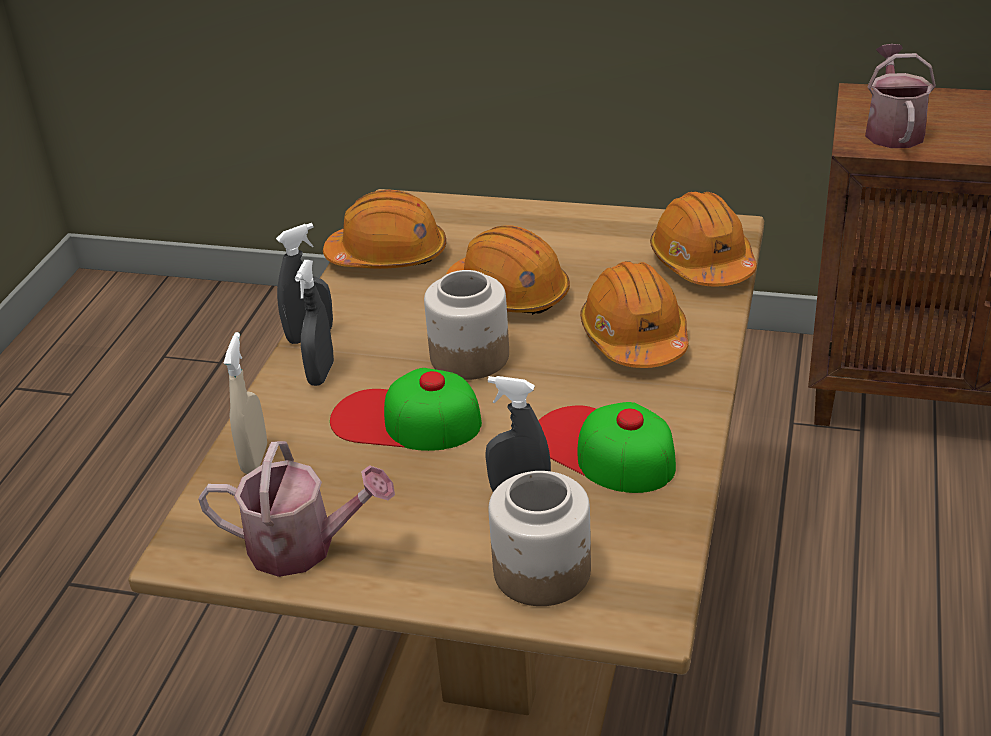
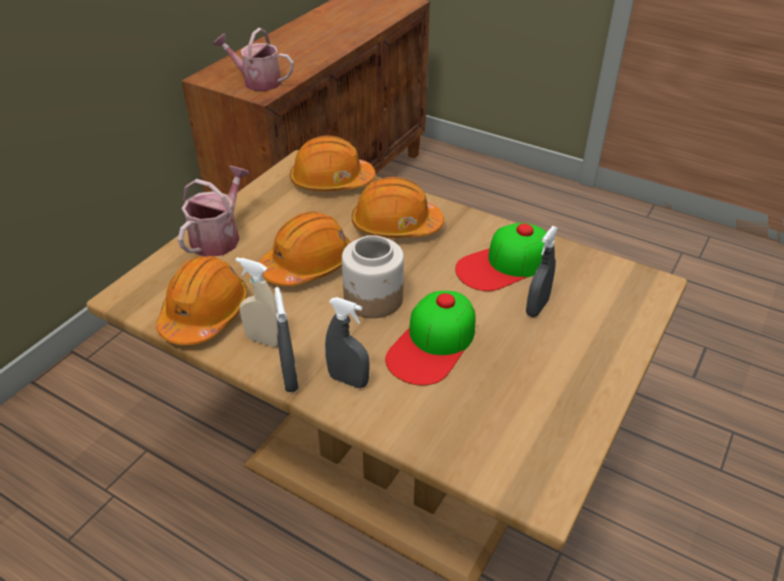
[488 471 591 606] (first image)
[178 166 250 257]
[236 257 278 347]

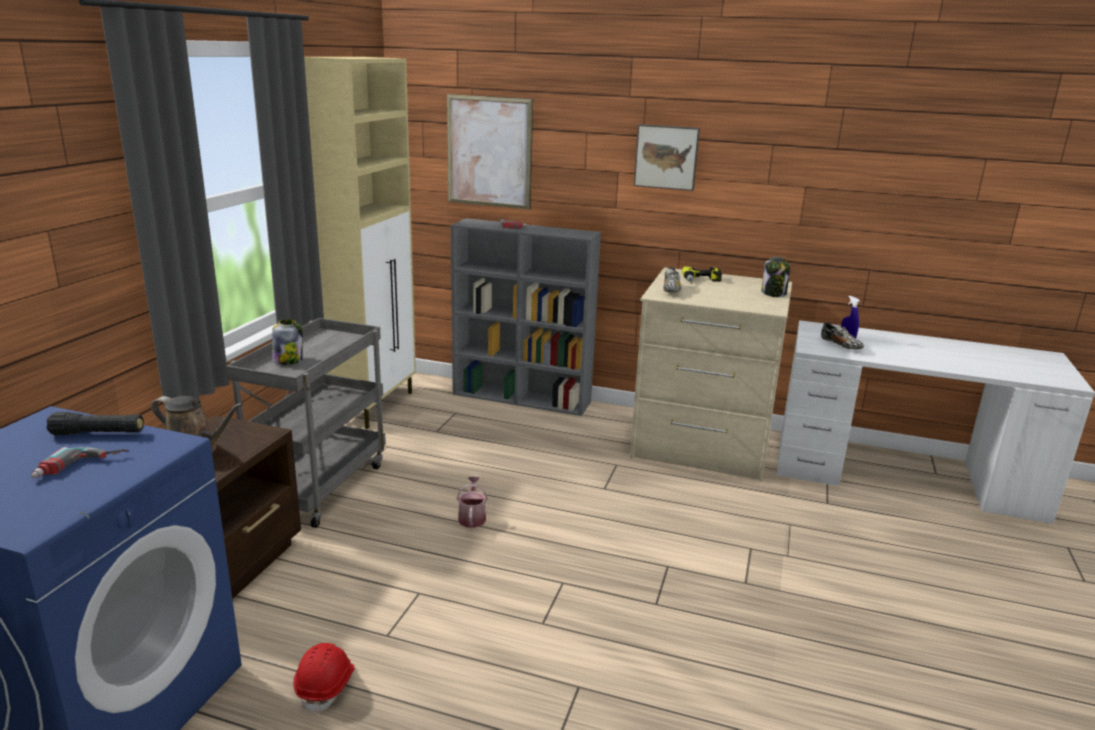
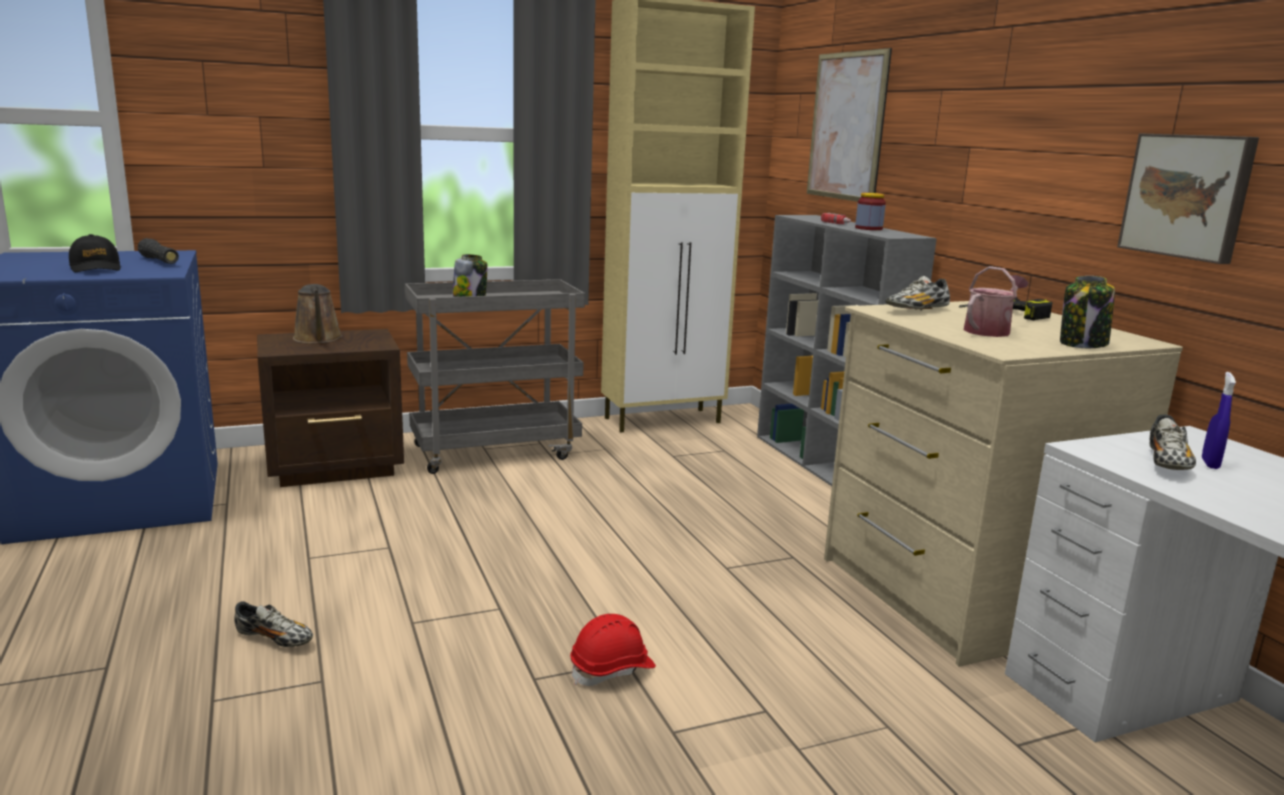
[234 601 313 647]
[855 193 886 230]
[570 614 656 686]
[964 266 1028 337]
[1117 133 1259 264]
[69 234 121 272]

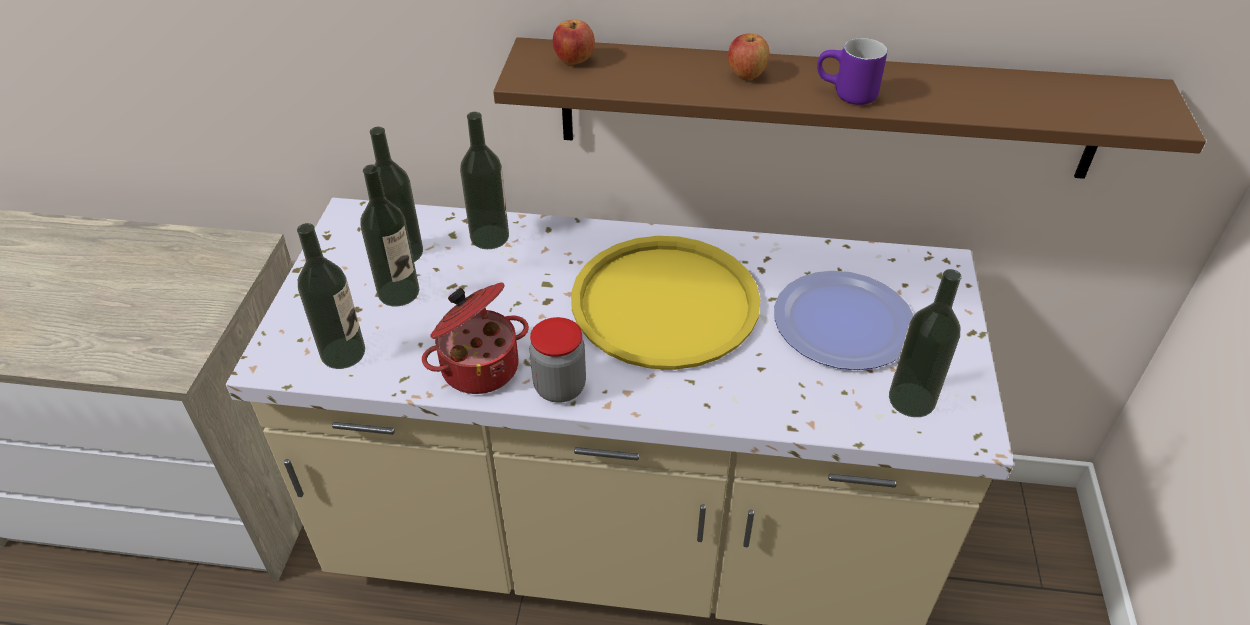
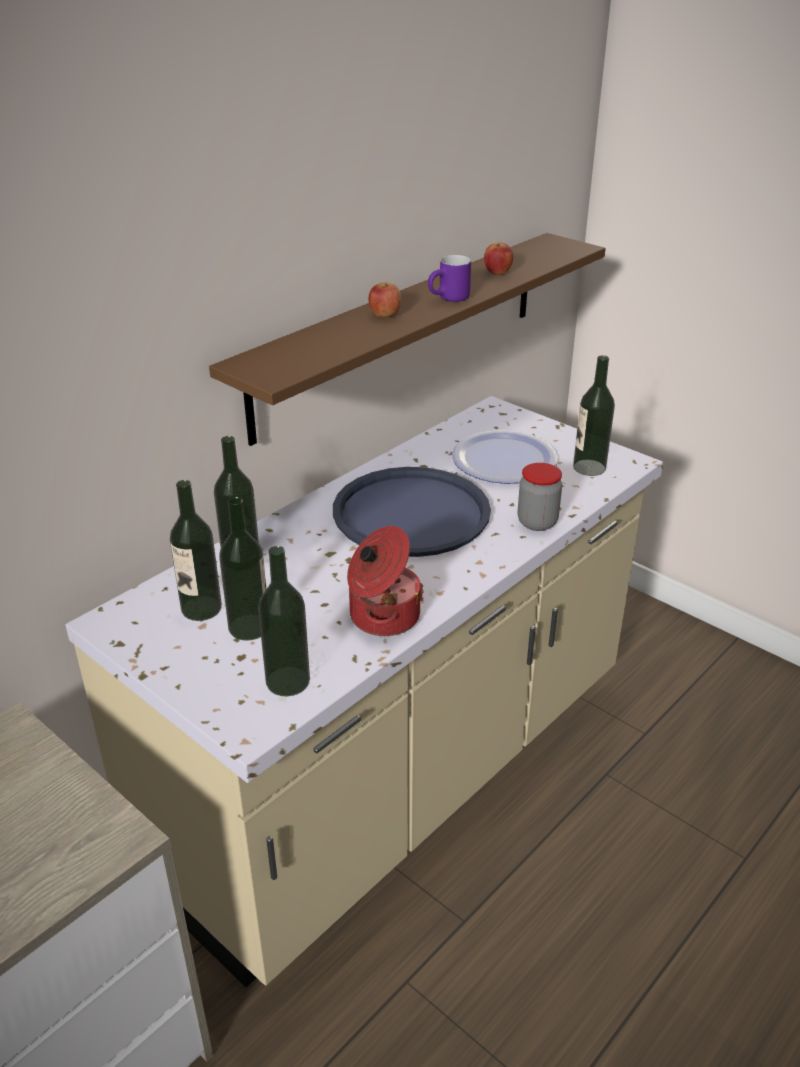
[518 463 562 531]
[484 243 513 275]
[333 467 491 557]

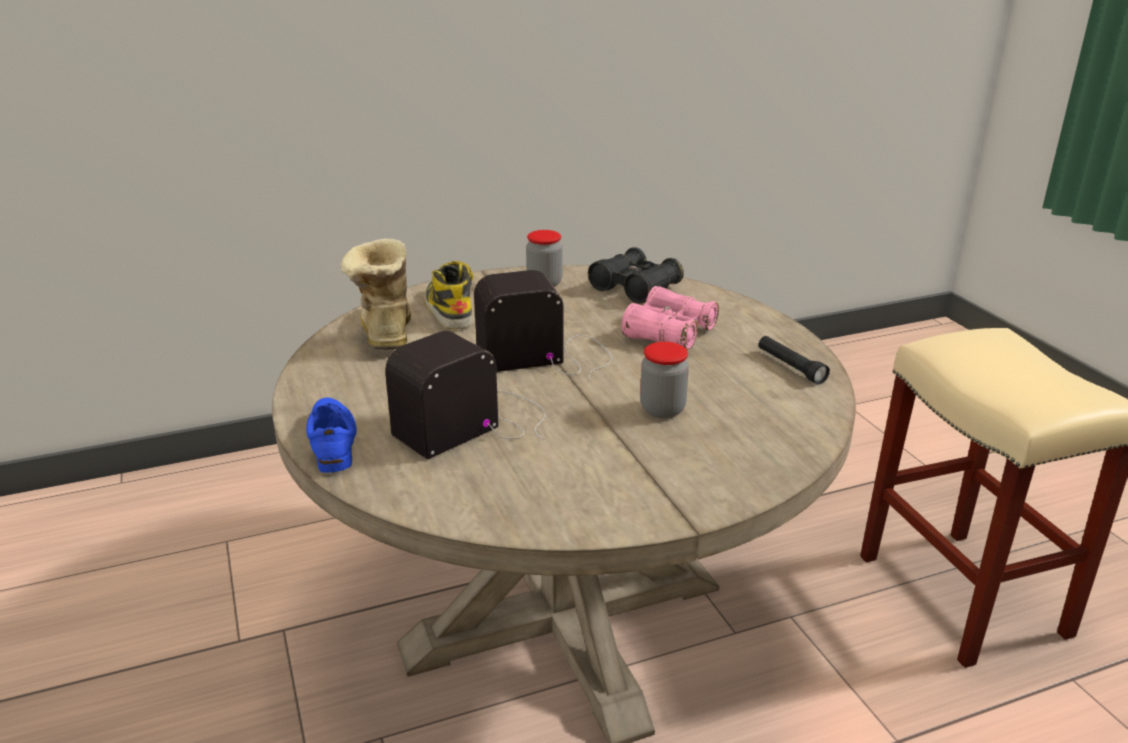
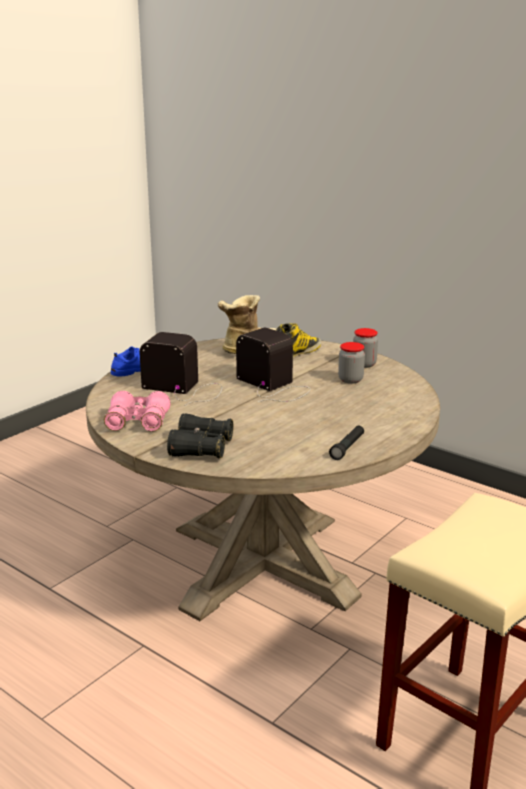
[167 413 233 459]
[104 391 171 431]
[338 342 365 384]

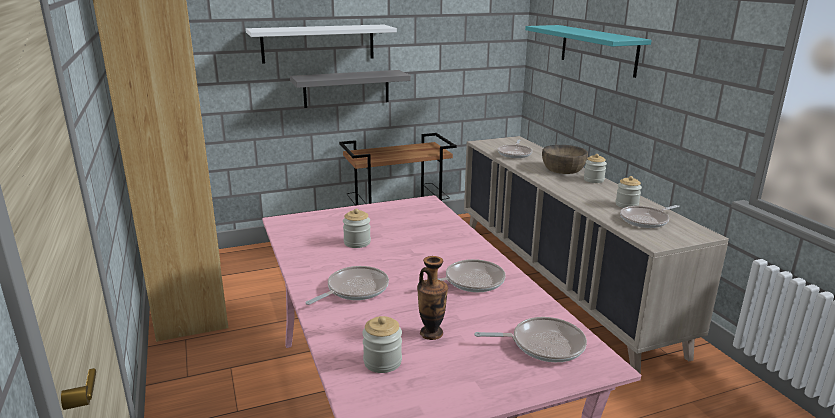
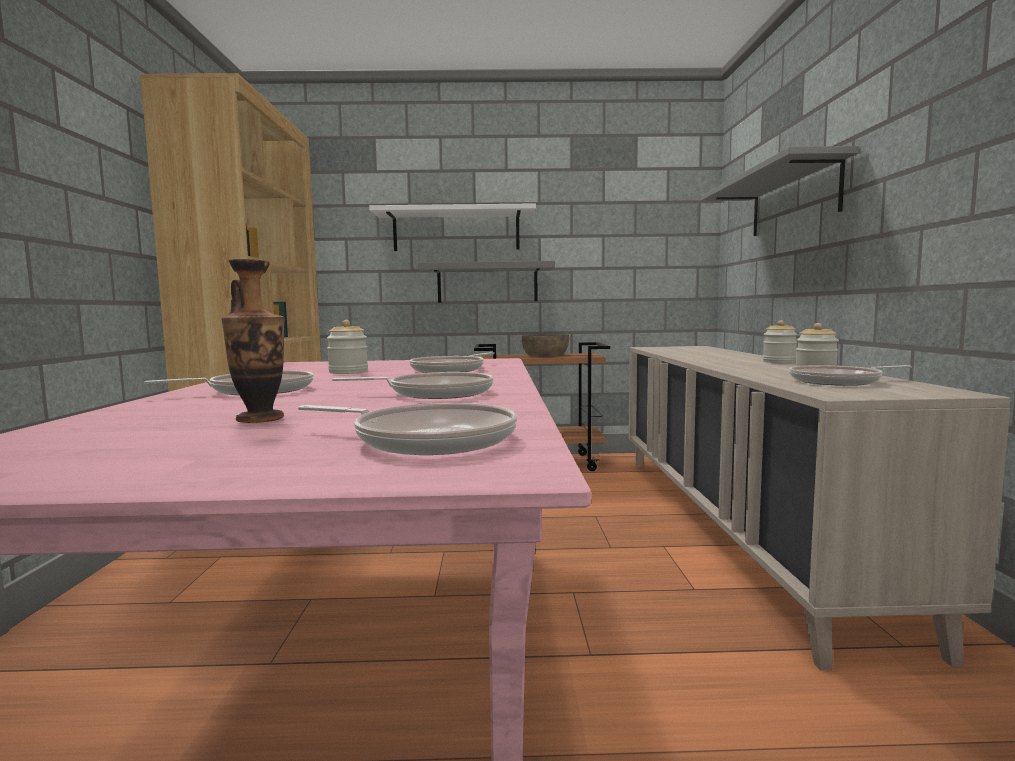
[362 316 402 373] (first image)
[409 352 494 373]
[522 334 569 357]
[701 146 859 236]

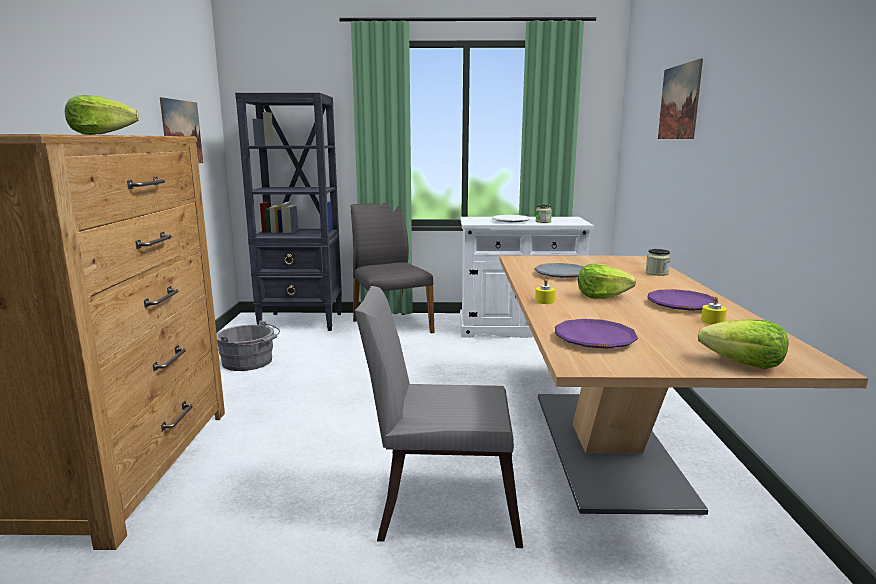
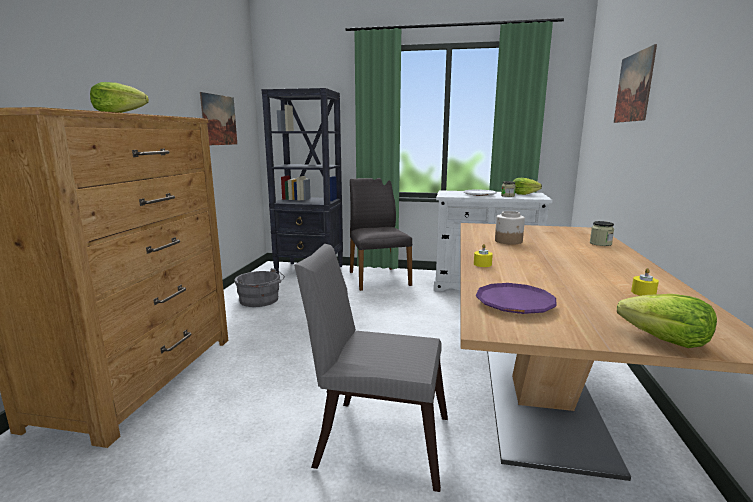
[647 289 719 311] (first image)
[513 178 542 195]
[495 211 525 245]

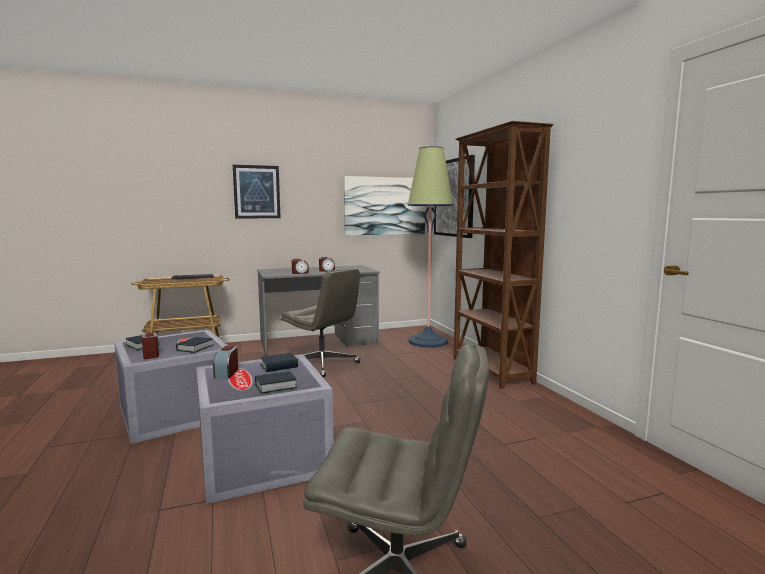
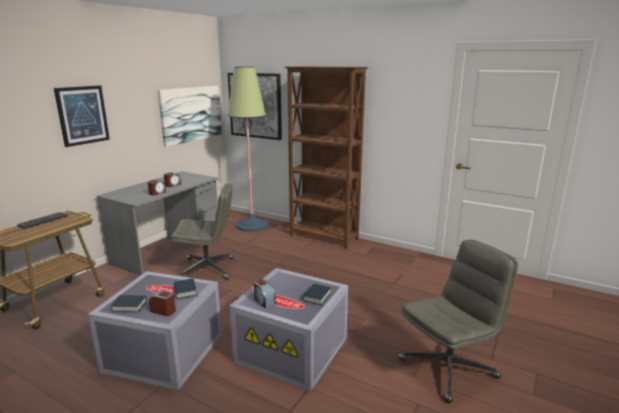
[260 353 298 372] (first image)

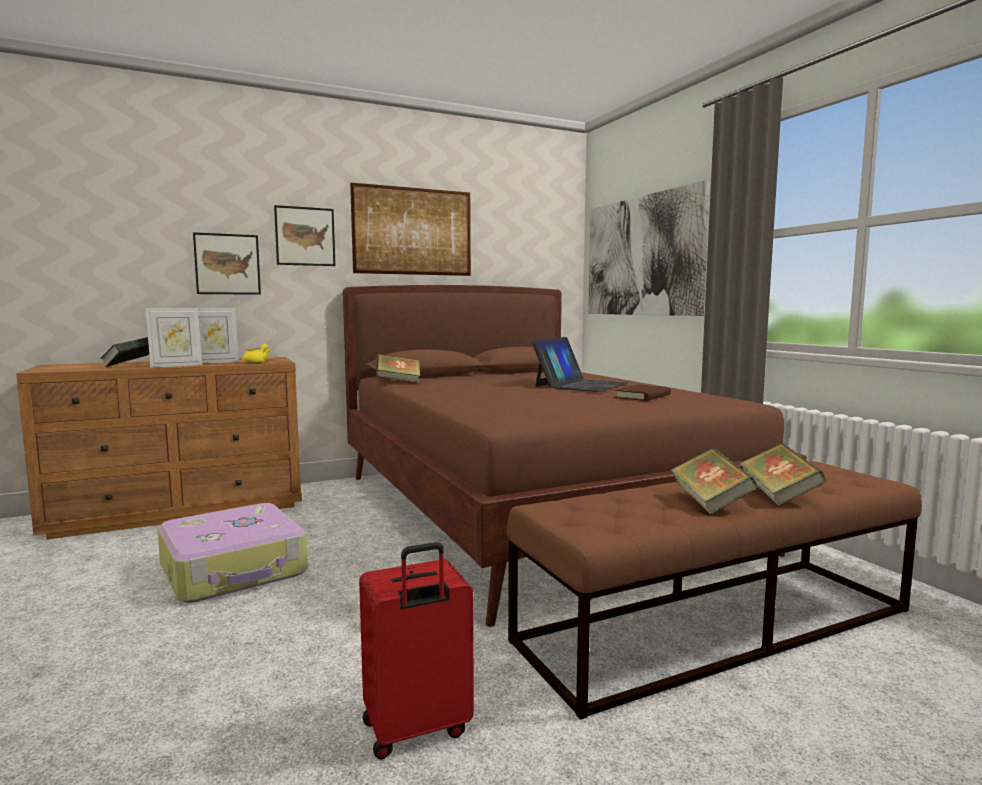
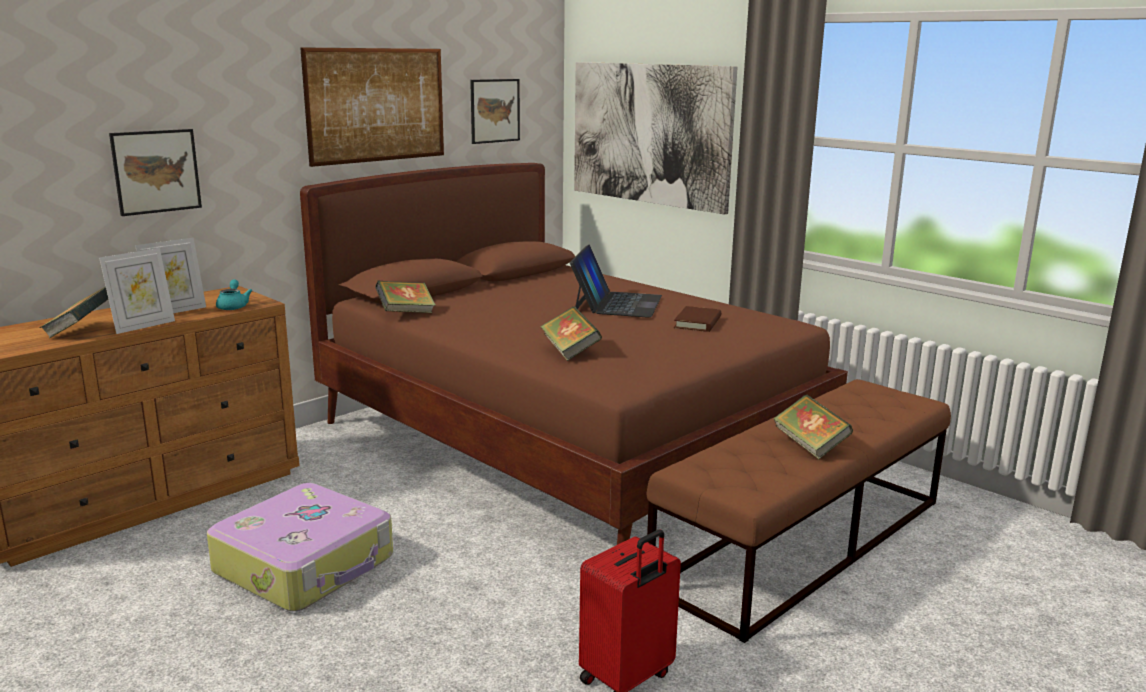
[470 79 520 144]
[540 306 602 361]
[216 279 252 310]

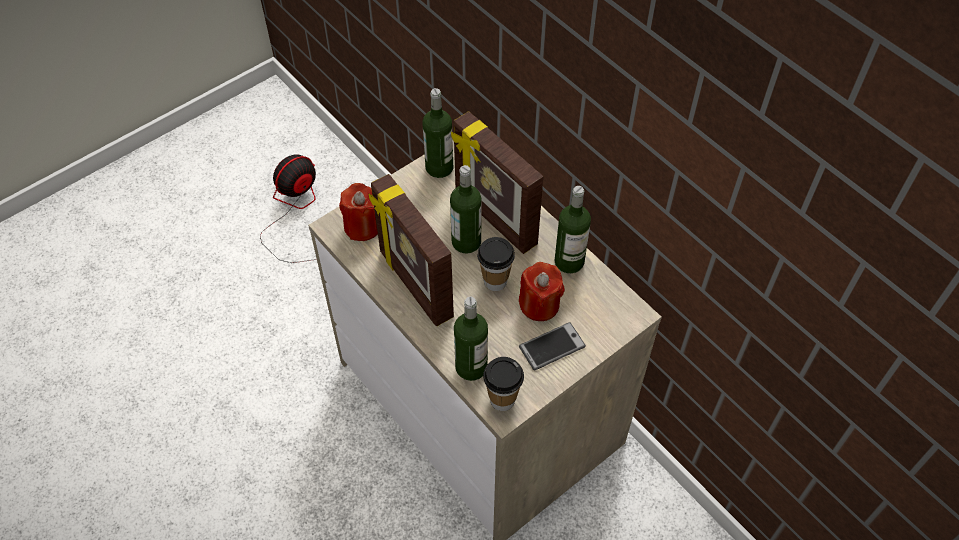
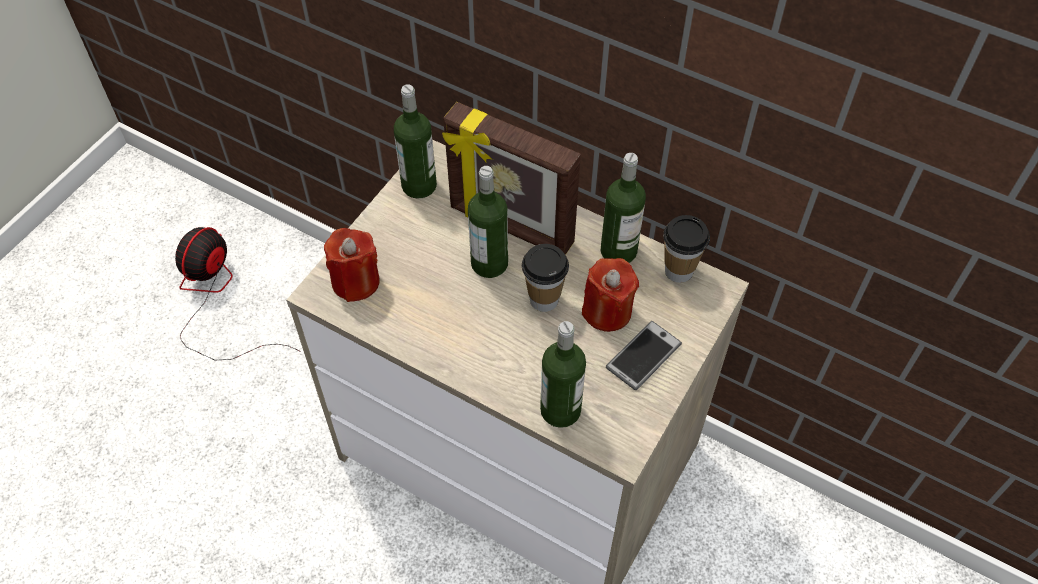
[369 174 454 326] (first image)
[663 215 710 283]

